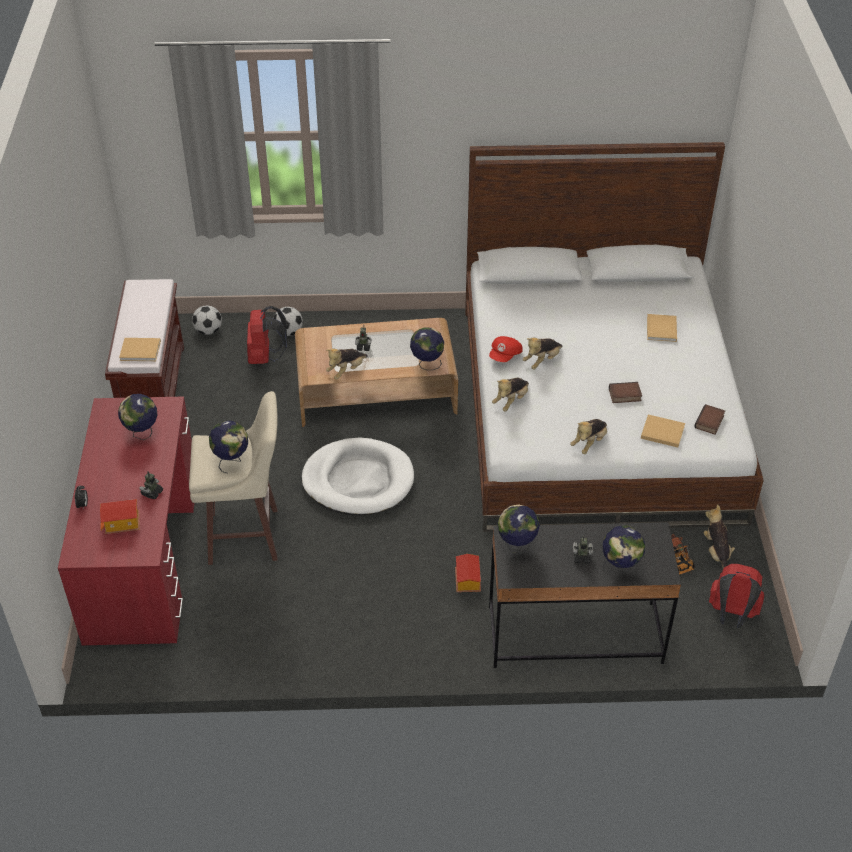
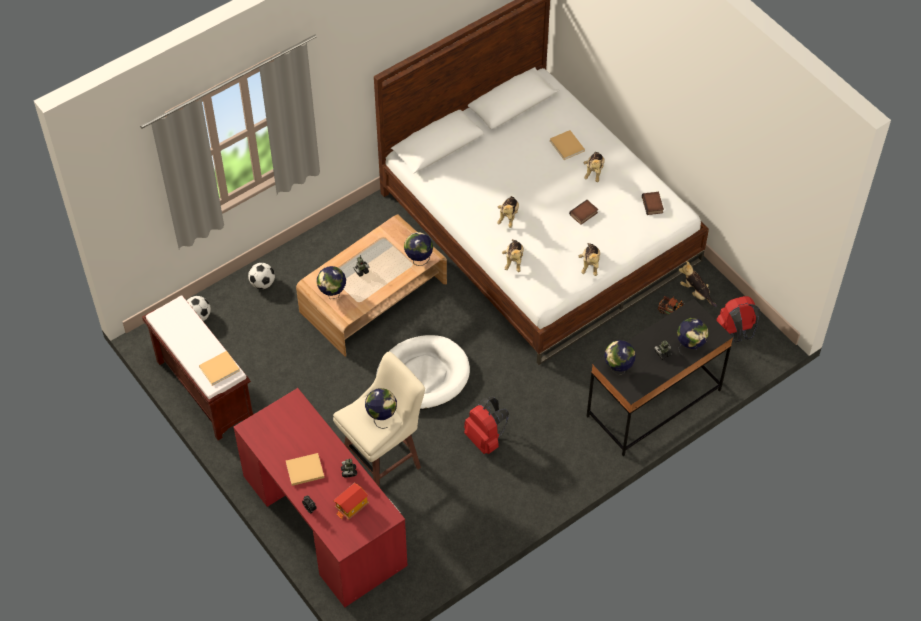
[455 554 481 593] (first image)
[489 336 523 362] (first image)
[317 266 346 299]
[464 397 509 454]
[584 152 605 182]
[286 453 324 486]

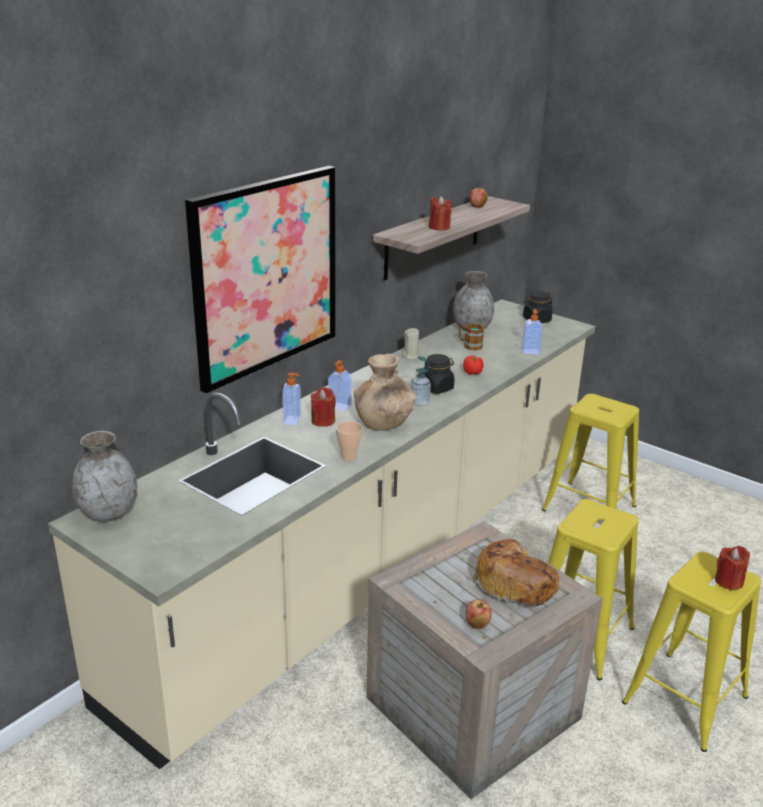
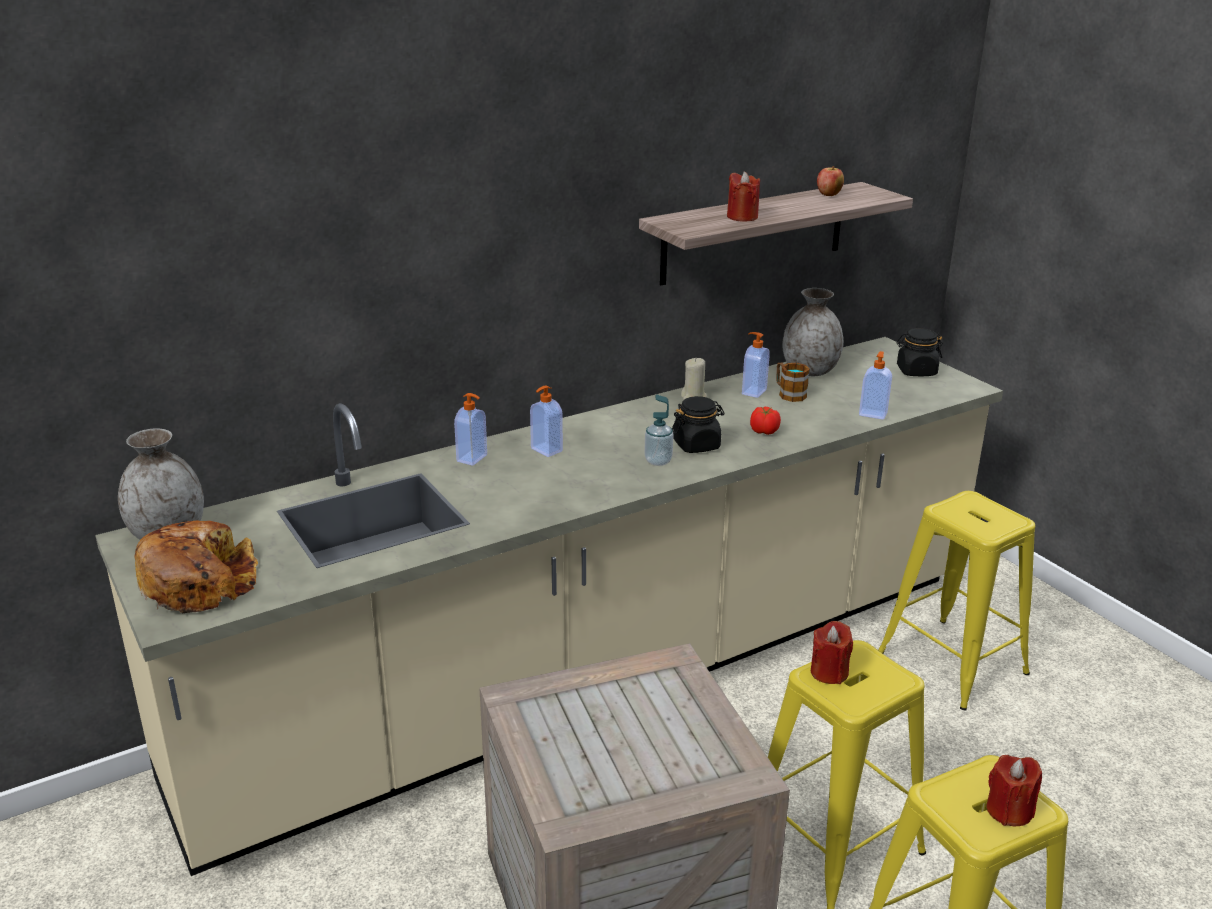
[185 166 336 394] (first image)
[336 421 363 461] (first image)
[354 354 417 431] (first image)
[466 600 492 629] (first image)
[742 332 770 398]
[811 621 853 684]
[135 520 258 613]

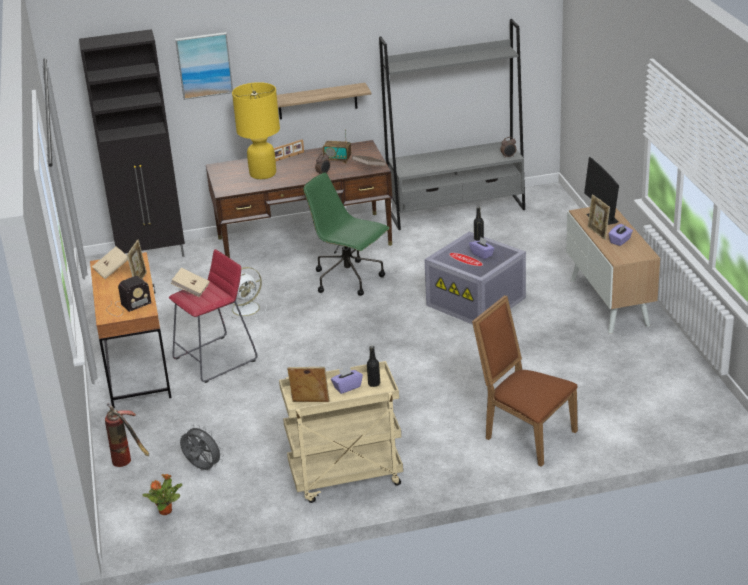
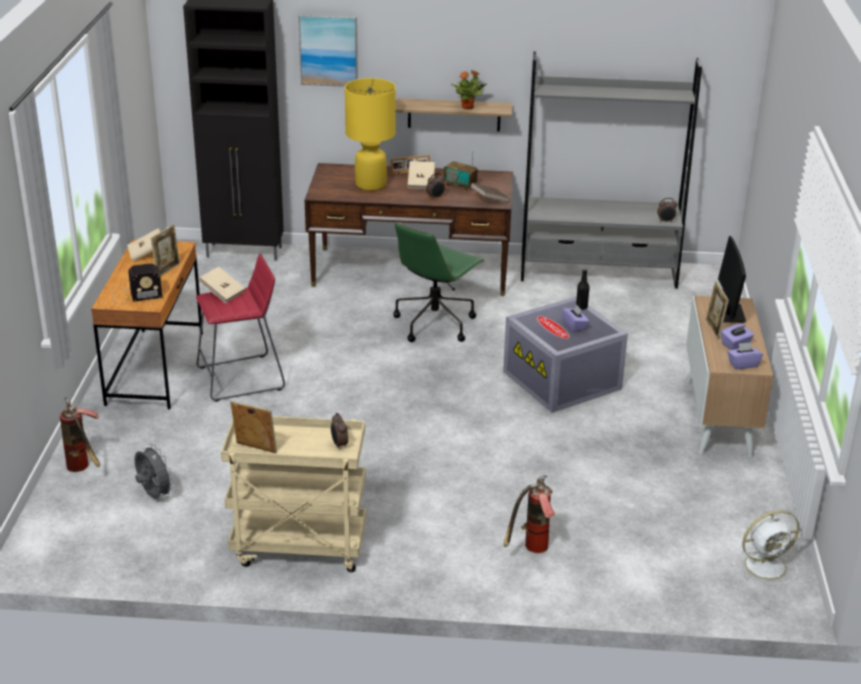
[408 161 435 189]
[451 70 487 109]
[732 510 800 586]
[728 342 763 369]
[331 413 348 450]
[504 475 555 553]
[394 222 485 342]

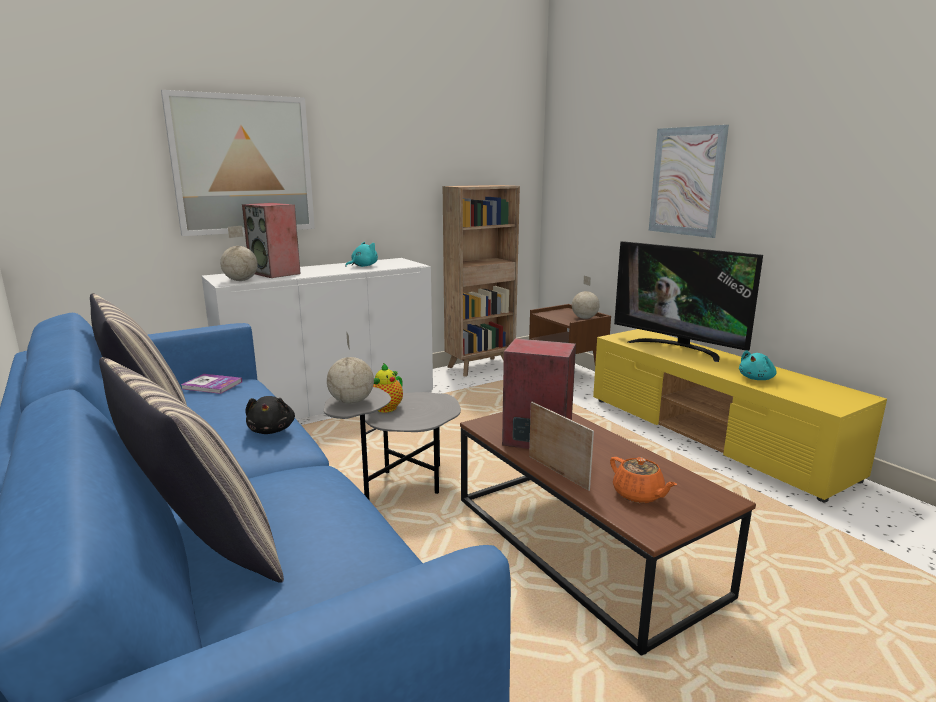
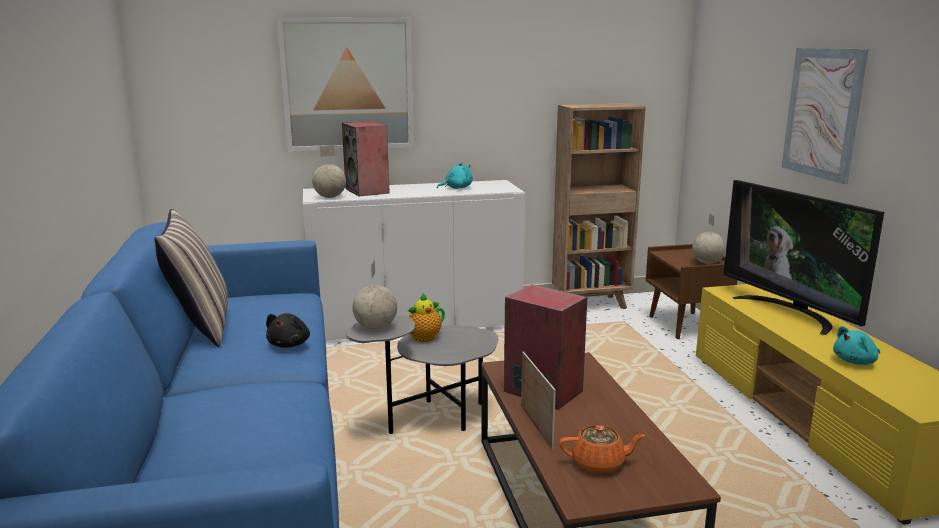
[99 357 284 583] (first image)
[181 374 242 394] (first image)
[559 425 645 474]

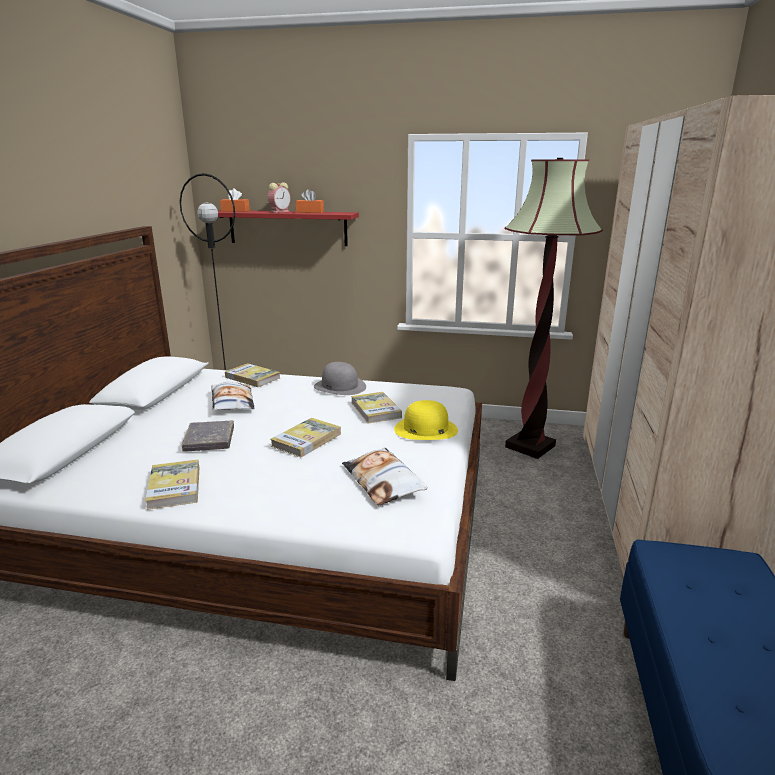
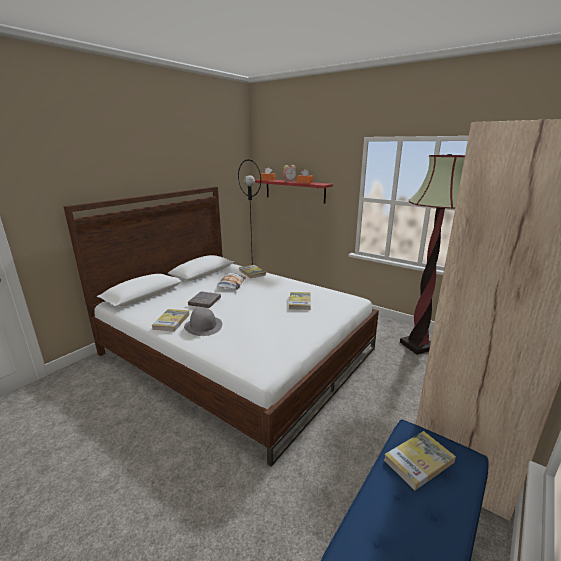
[342 448 428 506] (first image)
[394 400 458 440] (first image)
[384 431 456 490]
[184 307 222 336]

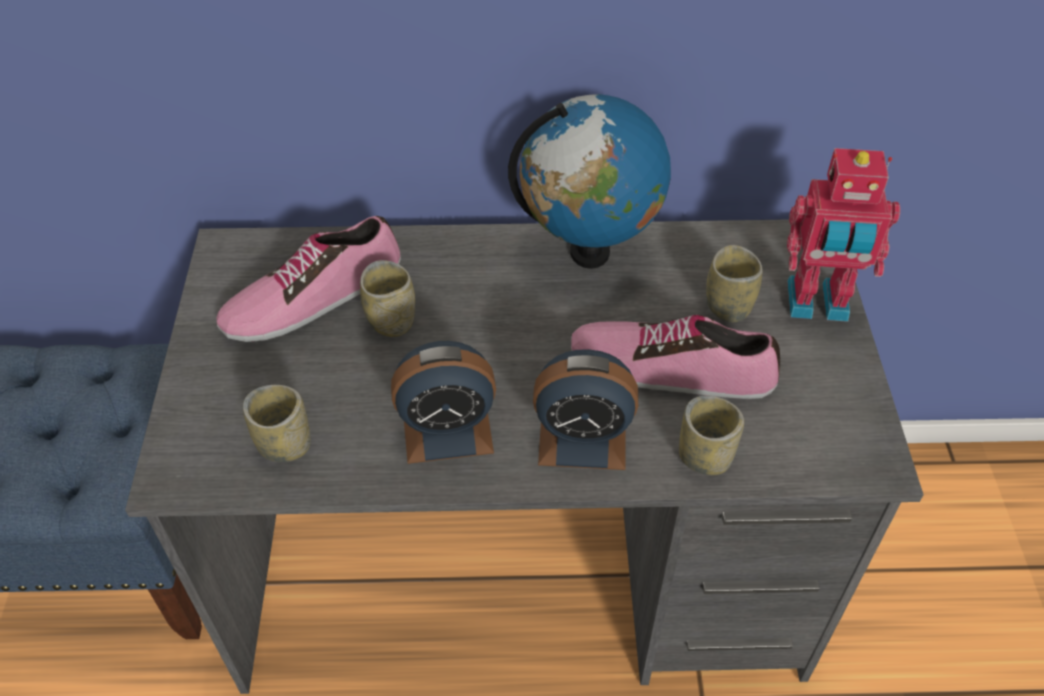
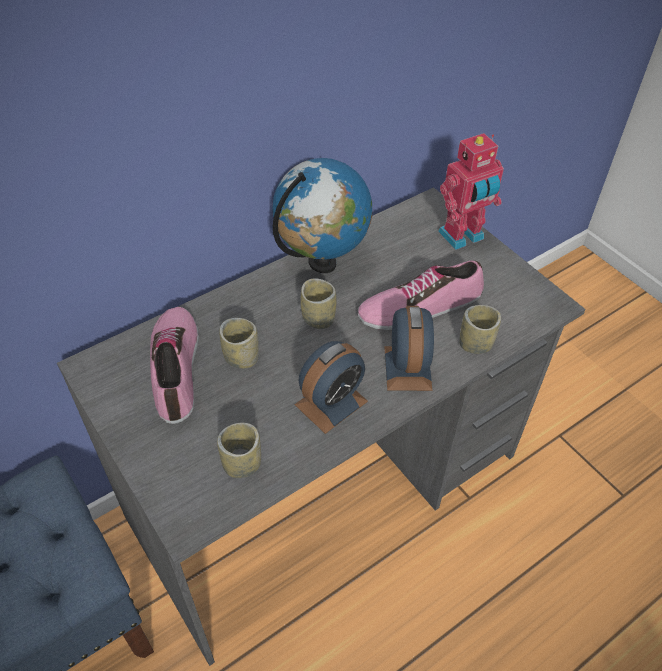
[300 278 336 329]
[150 307 199 424]
[384 306 434 391]

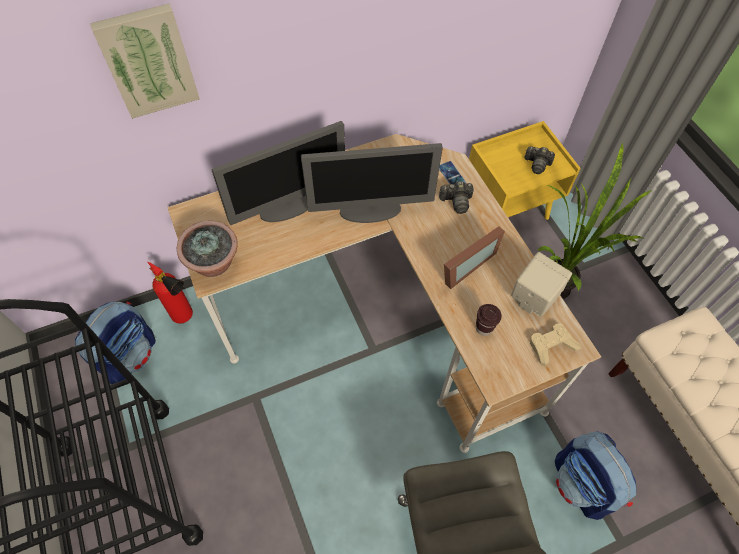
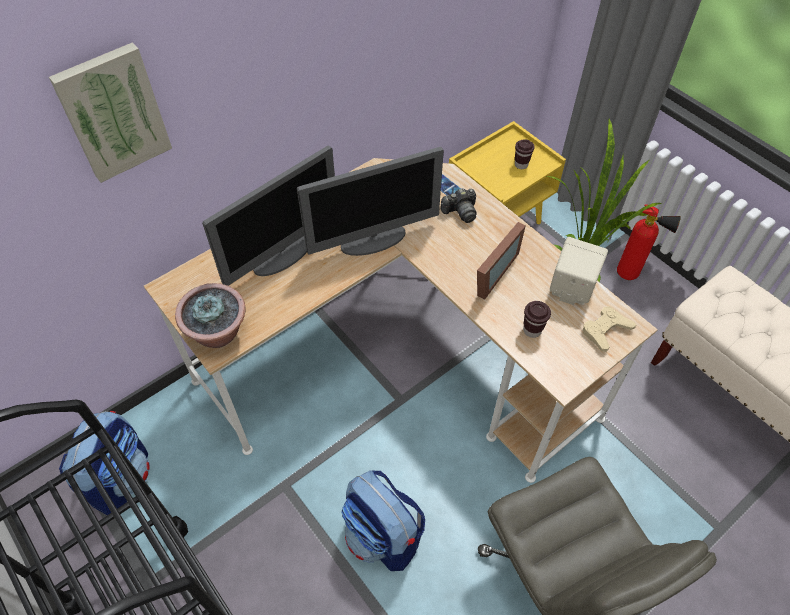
[617 204 681 280]
[341 470 425 571]
[515 139 535 169]

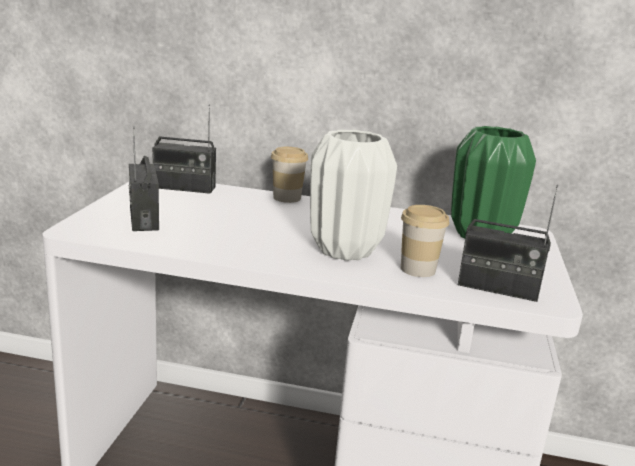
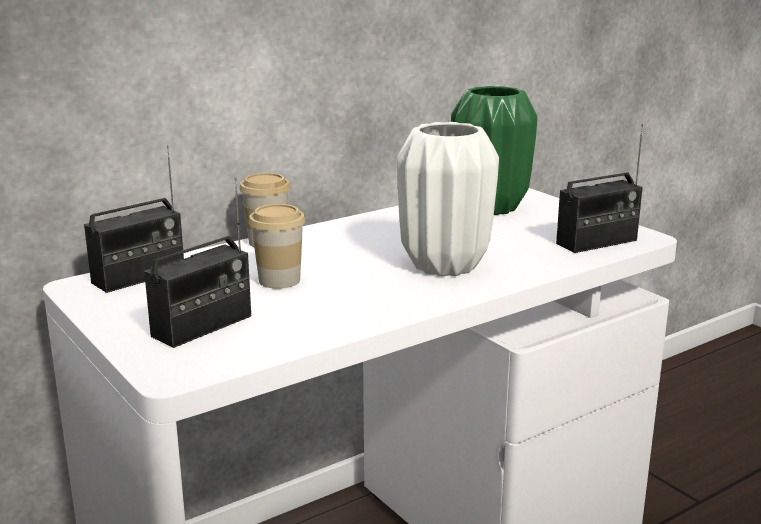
[249 204 305 289]
[144 177 251 348]

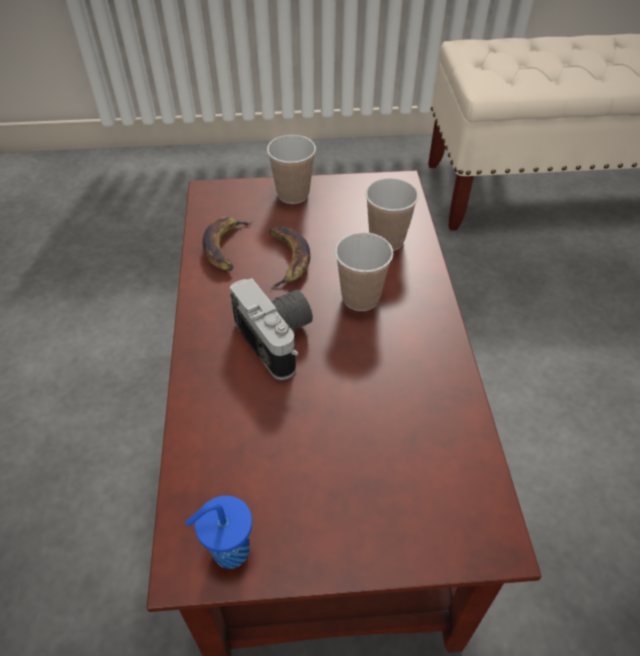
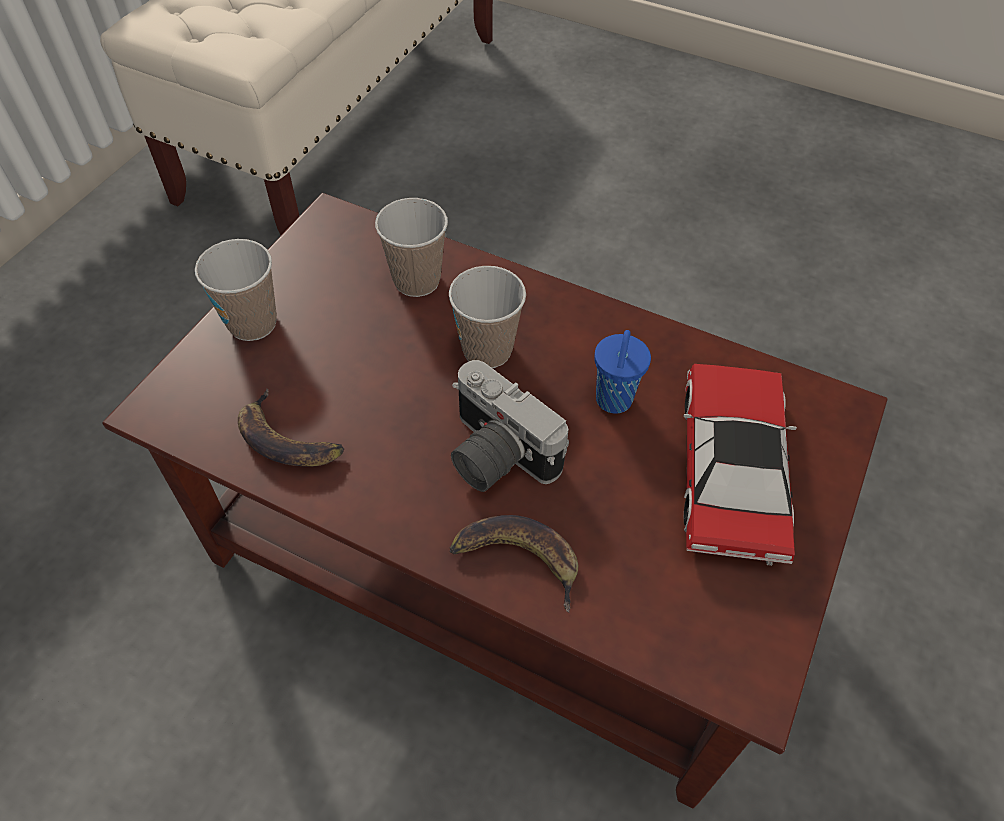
[683 364 797 566]
[594 330 651 414]
[450 515 578 613]
[451 360 569 492]

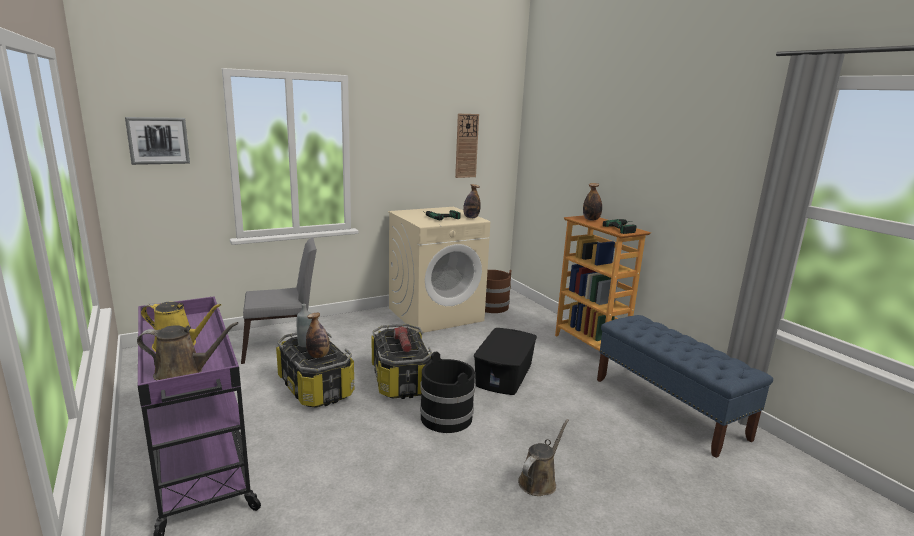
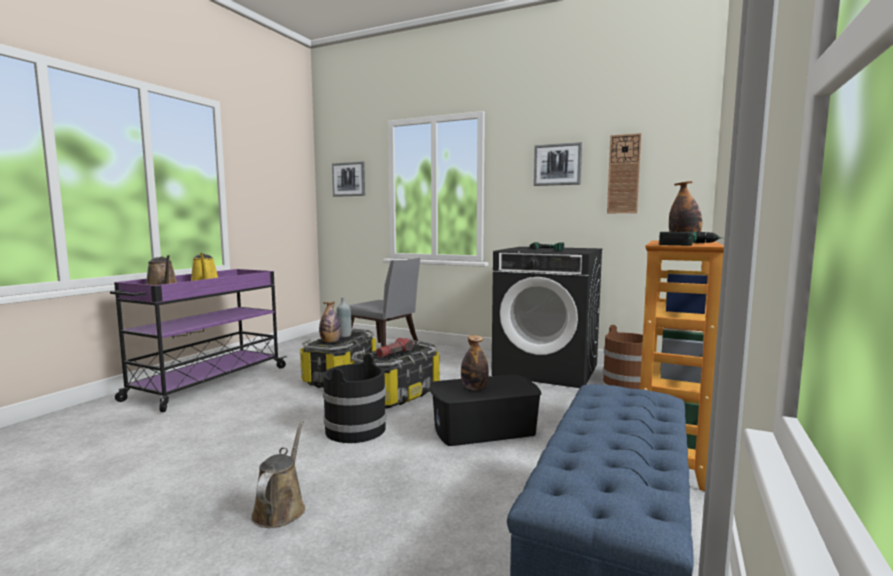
[534 142 582 186]
[461 335 489 391]
[491 247 602 388]
[251 421 305 528]

